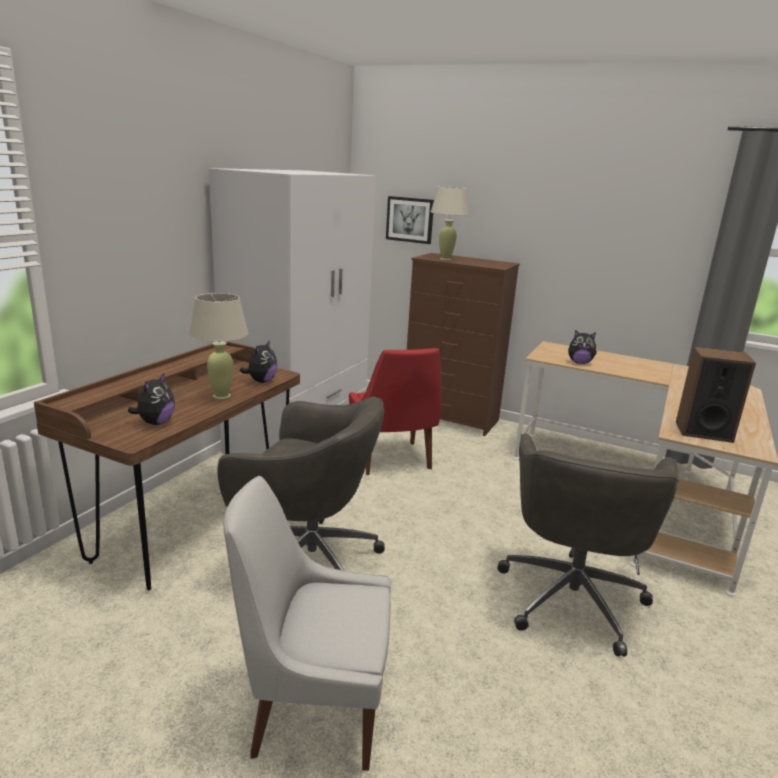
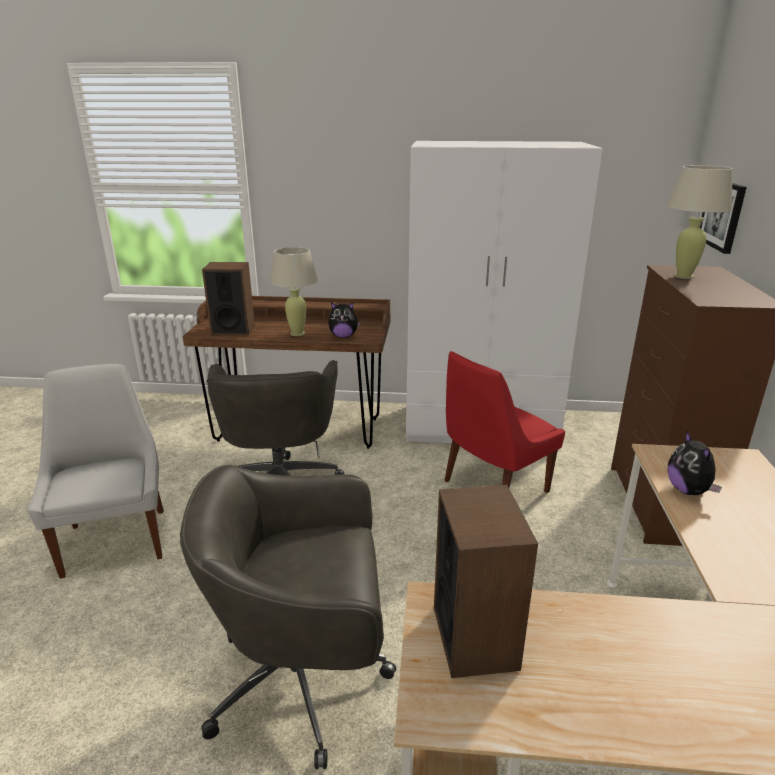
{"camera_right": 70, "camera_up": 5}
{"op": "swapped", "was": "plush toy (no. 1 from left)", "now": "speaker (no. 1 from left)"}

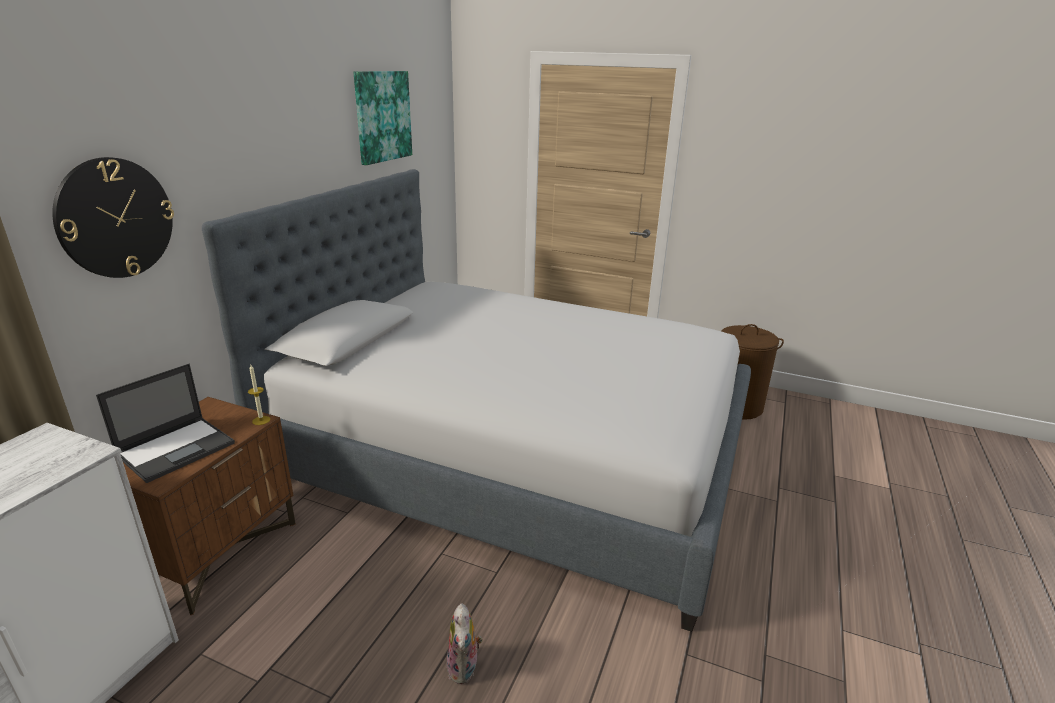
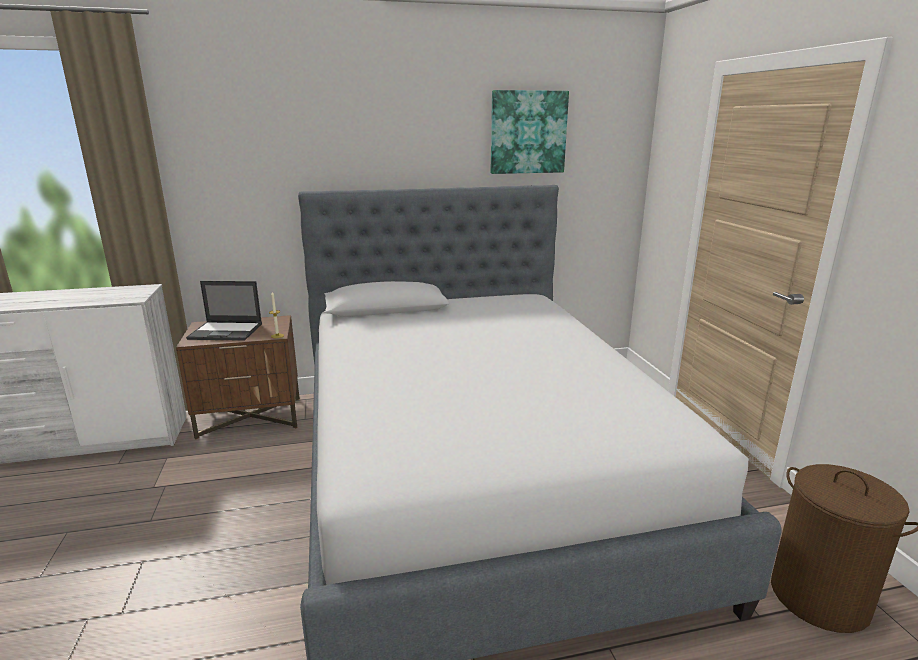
{"camera_right": 55, "camera_up": -5}
{"op": "gone", "was": "wall clock"}
{"op": "gone", "was": "plush toy"}

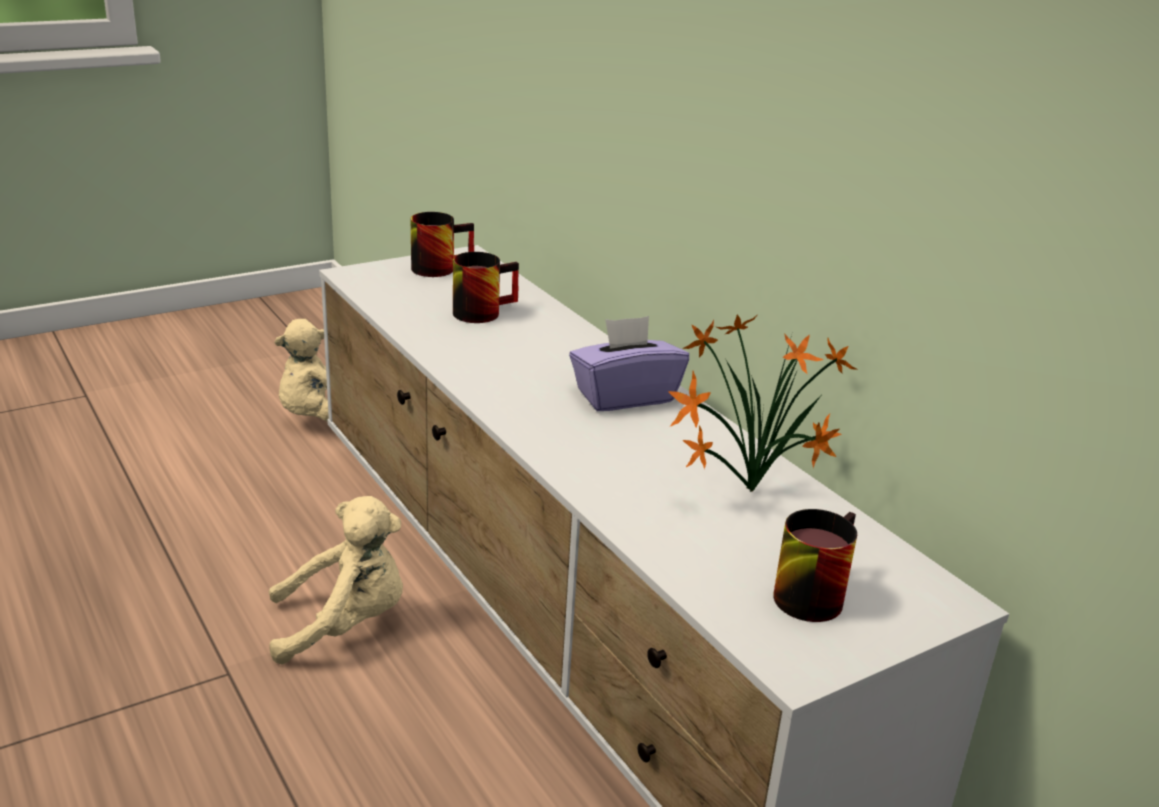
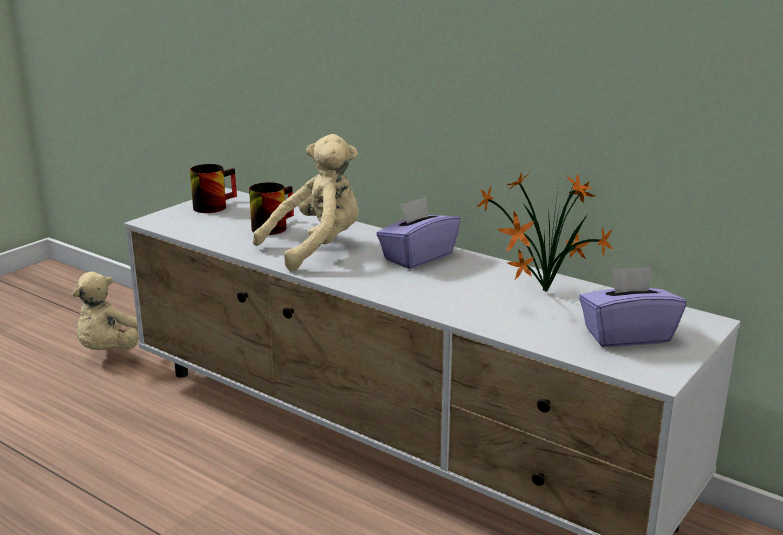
{"camera_right": -20, "camera_up": -5}
{"op": "shifted", "was": "plush toy/beige (no. 2 from left)"}
{"op": "swapped", "was": "mug (no. 3 from left)", "now": "tissue box/purple (no. 2 from left)"}

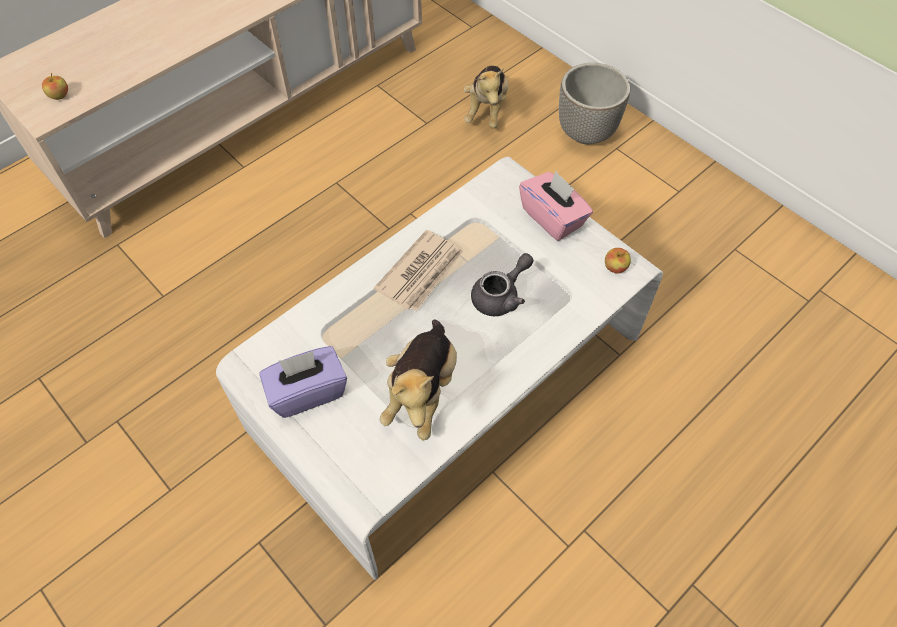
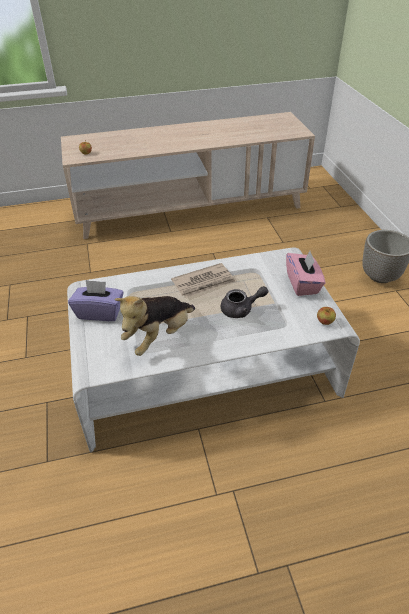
{"camera_right": 30, "camera_up": -15}
{"op": "gone", "was": "plush toy (no. 2 from left)"}

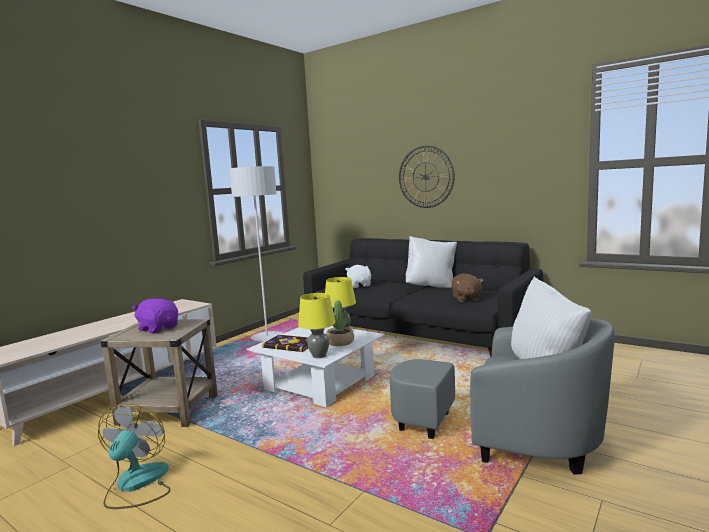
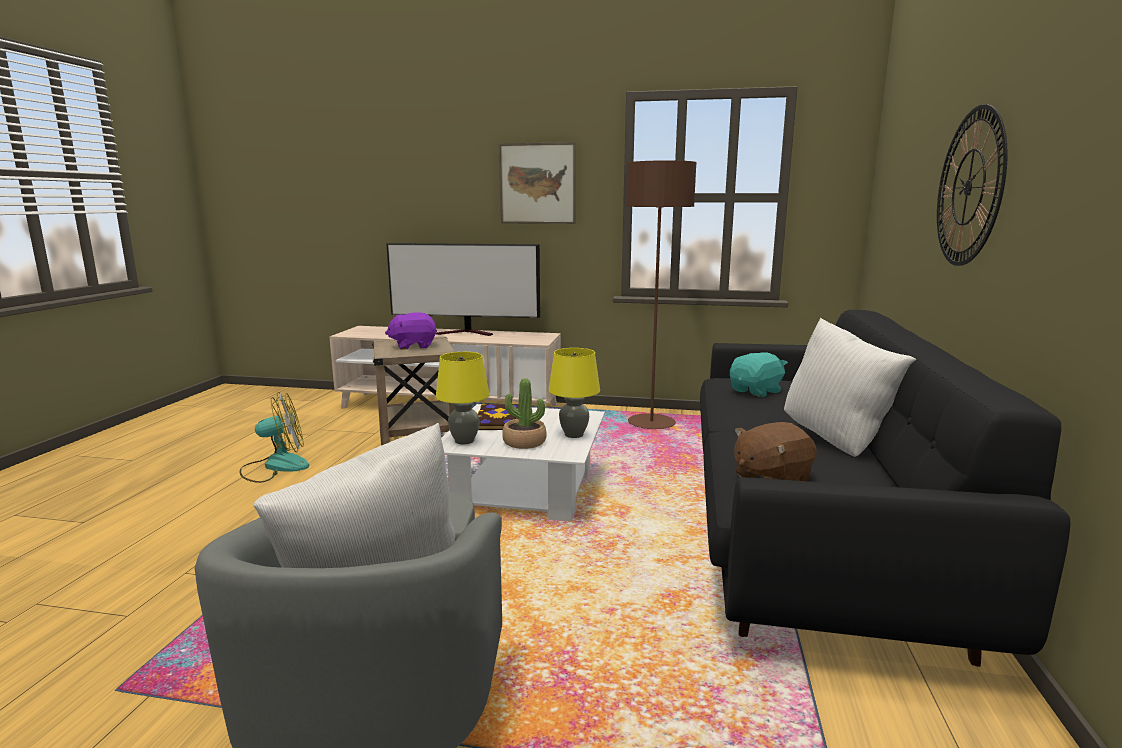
{"camera_right": 65, "camera_up": 5}
{"op": "repainted", "was": "floor lamp/grey", "now": "floor lamp/brown"}
{"op": "repainted", "was": "plush toy/white", "now": "plush toy/turquoise"}
{"op": "rotated", "was": "plush toy/purple", "clockwise": -120}
{"op": "new", "now": "picture"}
{"op": "new", "now": "television"}

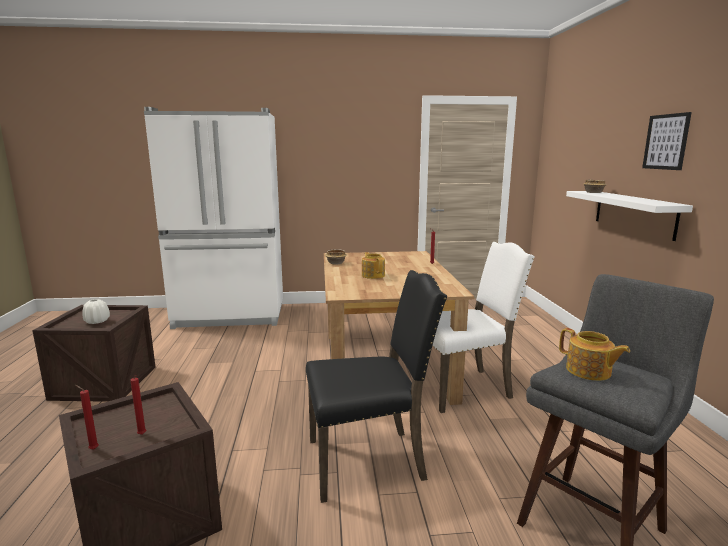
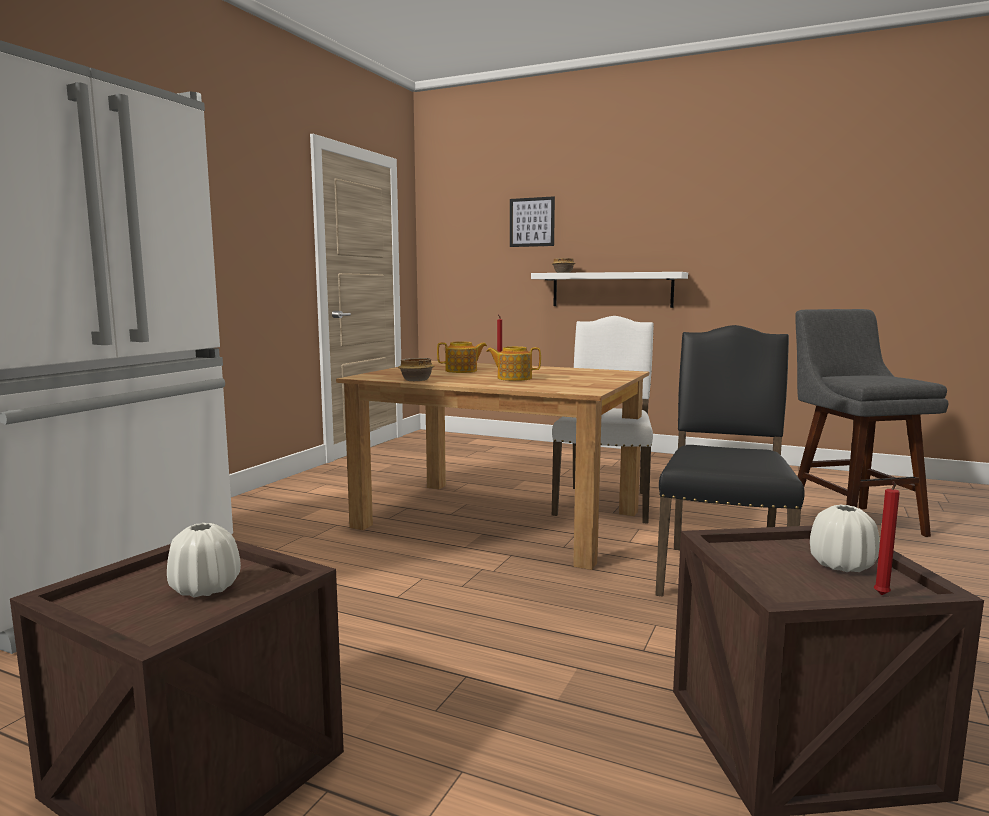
{"camera_right": -60, "camera_up": -5}
{"op": "shifted", "was": "picture"}
{"op": "shifted", "was": "teapot (no. 2 from left in the first image)", "now": "teapot (no. 1 from left)"}
{"op": "swapped", "was": "candle/red (no. 2 from left)", "now": "vase/white (no. 2 from left)"}

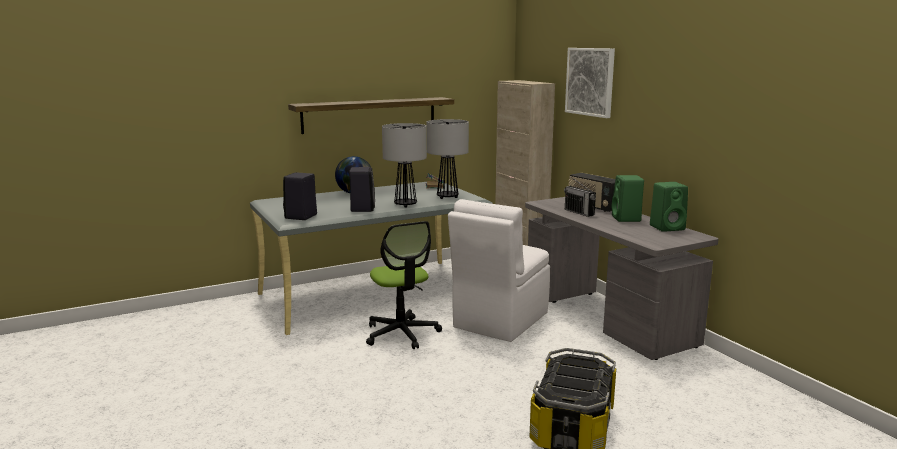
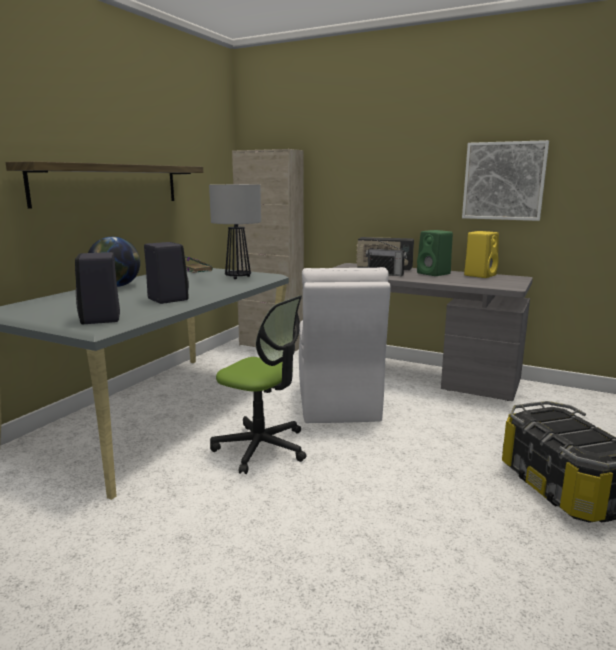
{"camera_right": -35, "camera_up": 0}
{"op": "shifted", "was": "picture"}
{"op": "gone", "was": "table lamp (no. 1 from left)"}
{"op": "repainted", "was": "speaker/green (no. 2 from left)", "now": "speaker/yellow"}

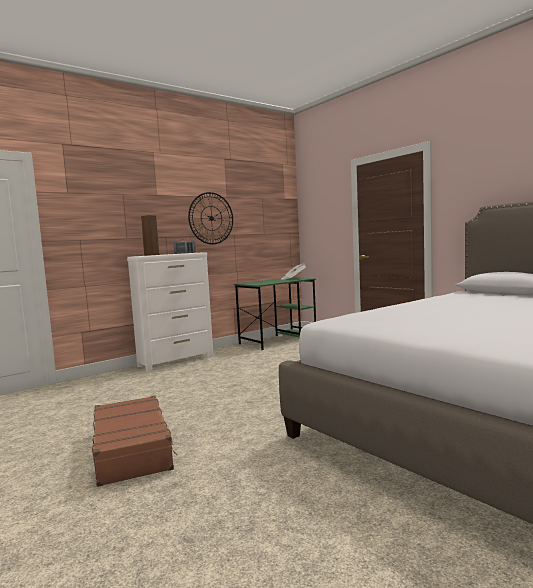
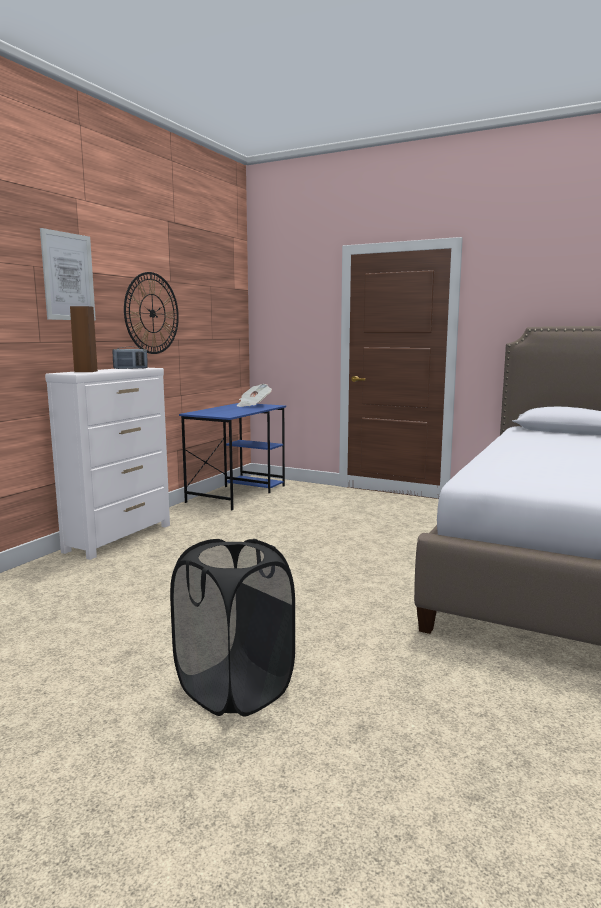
{"camera_right": -25, "camera_up": 5}
{"op": "repainted", "was": "desk/green", "now": "desk/blue"}
{"op": "swapped", "was": "suitcase/brown", "now": "laundry basket/black"}
{"op": "new", "now": "picture"}

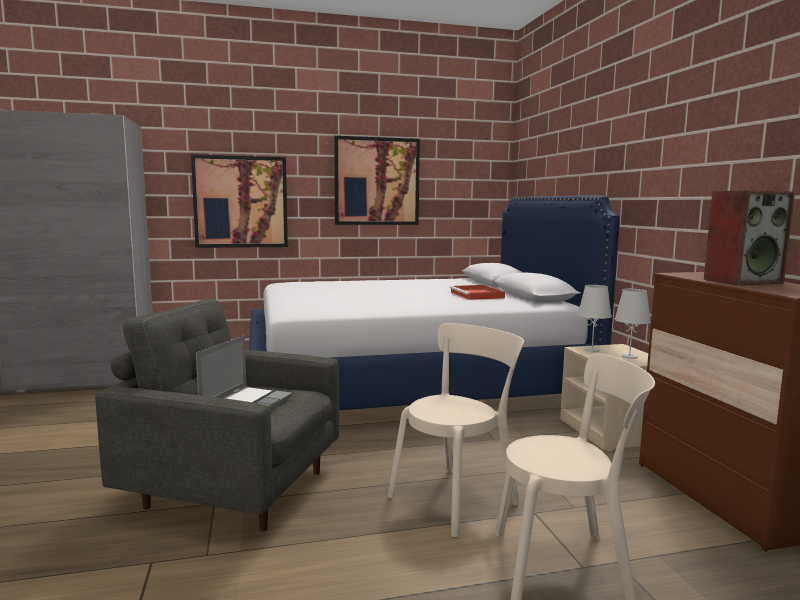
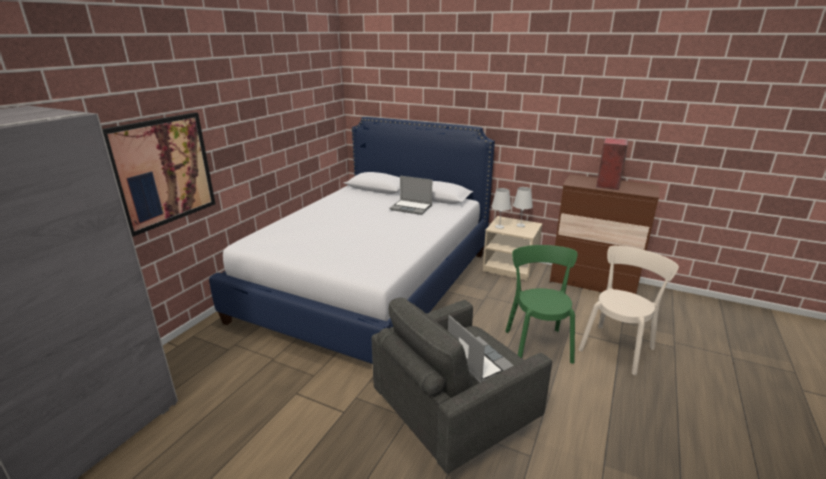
{"camera_right": -50, "camera_up": 15}
{"op": "gone", "was": "picture (no. 2 from left)"}
{"op": "swapped", "was": "tray/red", "now": "laptop (no. 1 from left)"}
{"op": "repainted", "was": "chair/beige (no. 1 from left)", "now": "chair/green"}

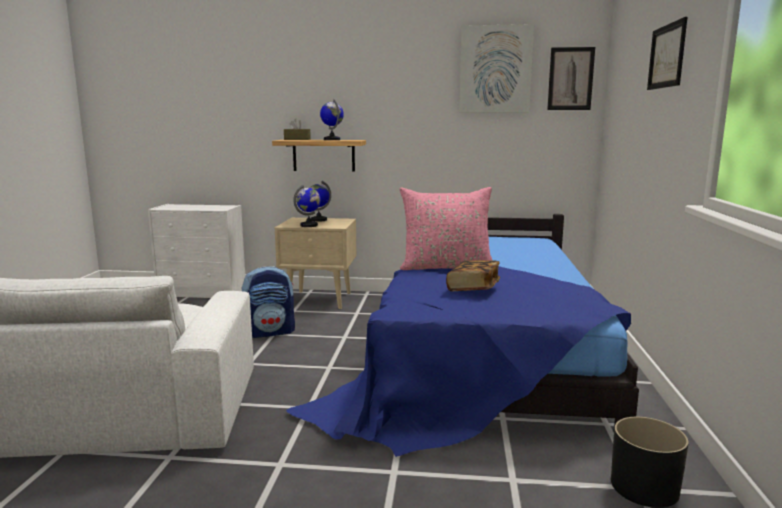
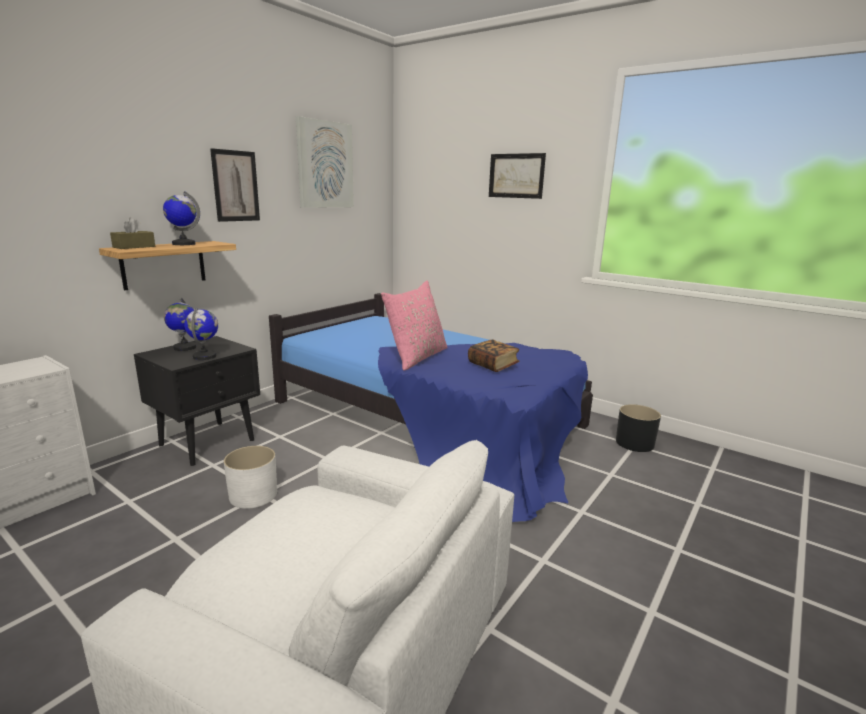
{"camera_right": -60, "camera_up": 5}
{"op": "shifted", "was": "picture (no. 2 from left in the first image)", "now": "picture (no. 1 from left)"}
{"op": "repainted", "was": "nightstand/beige", "now": "nightstand/black"}
{"op": "swapped", "was": "backpack", "now": "planter/white"}

